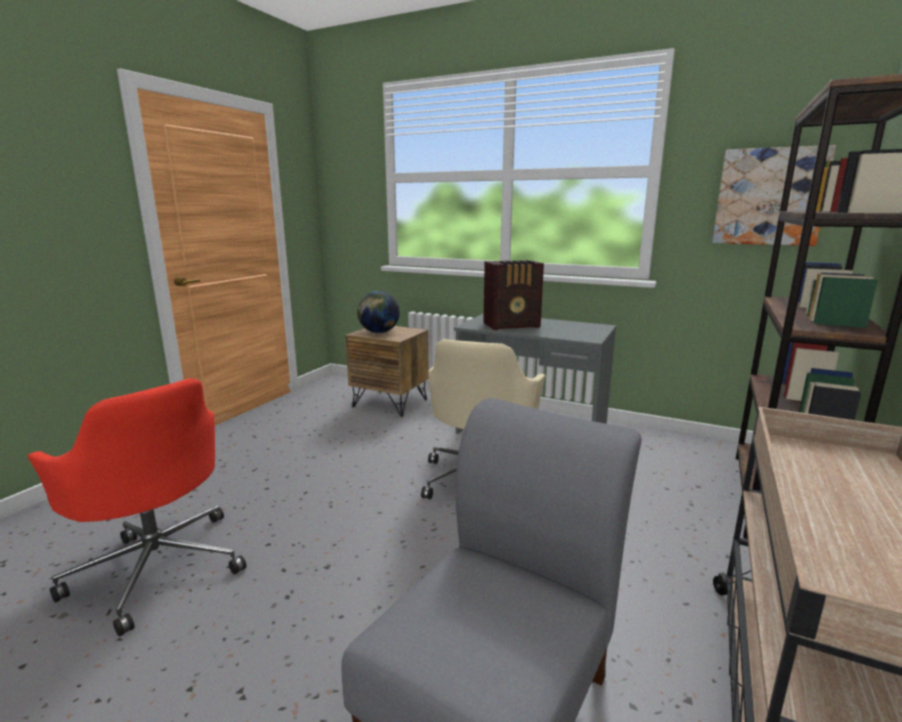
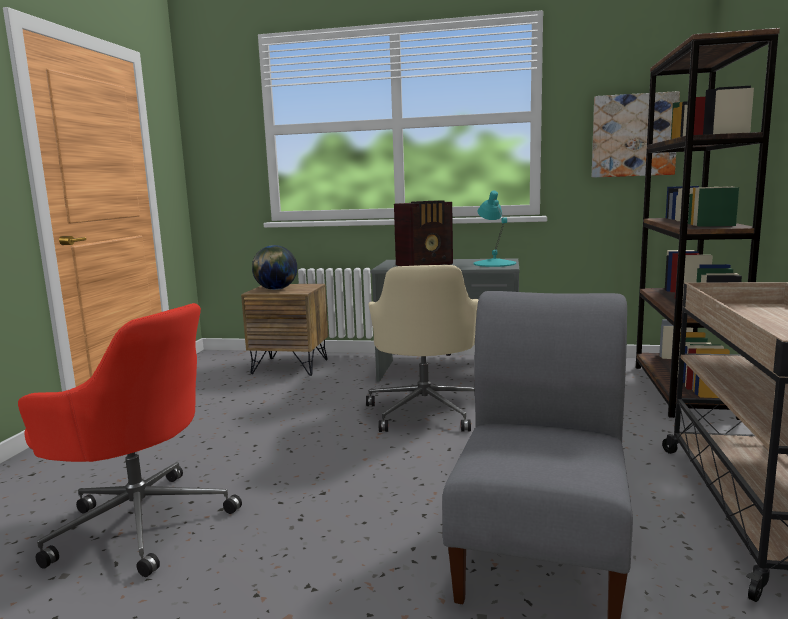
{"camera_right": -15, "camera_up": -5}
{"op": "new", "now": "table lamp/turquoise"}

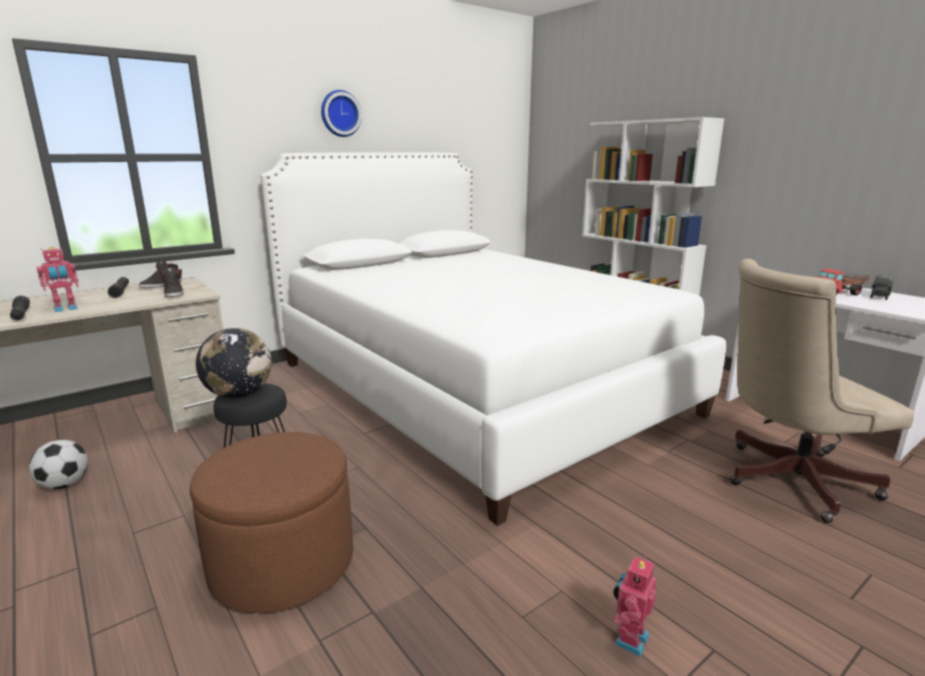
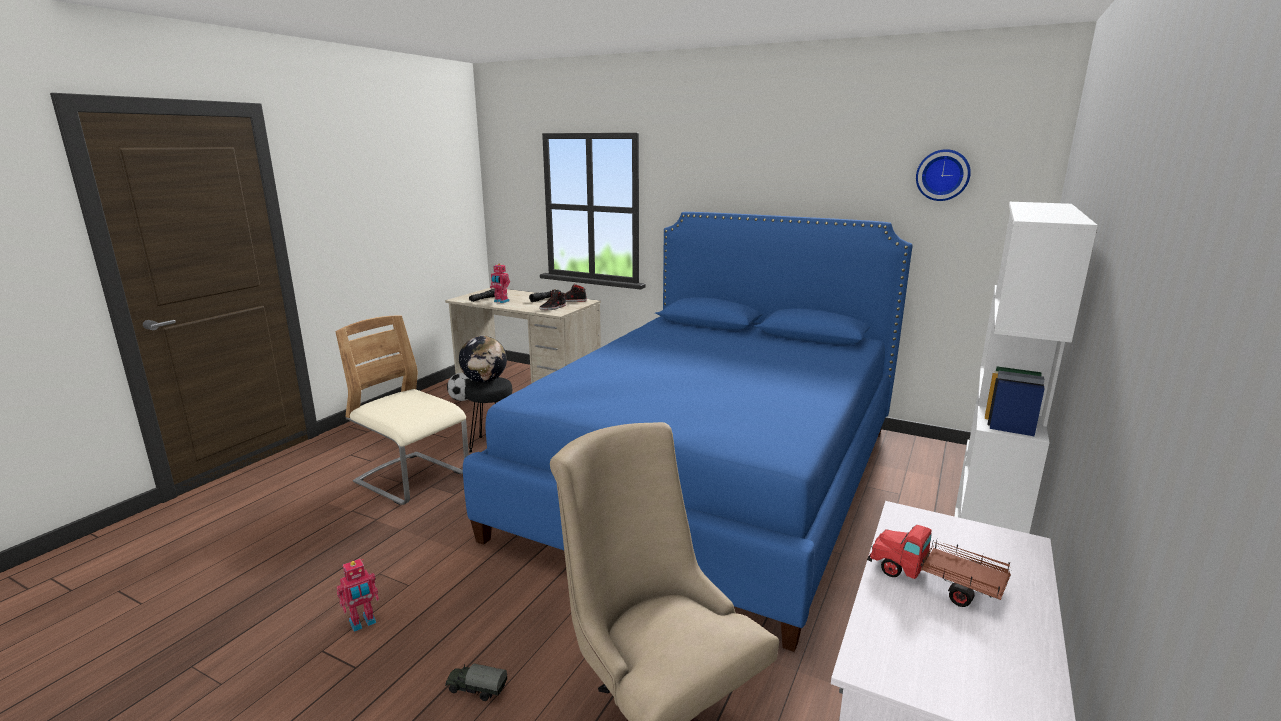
{"camera_right": 65, "camera_up": 0}
{"op": "shifted", "was": "wall clock"}
{"op": "repainted", "was": "bed/white", "now": "bed/blue"}
{"op": "shifted", "was": "toy truck (no. 2 from left in the first image)", "now": "toy truck (no. 1 from left)"}
{"op": "swapped", "was": "ottoman/brown", "now": "chair/beige"}
{"op": "rotated", "was": "toy robot (no. 2 from left in the first image)", "clockwise": 135}

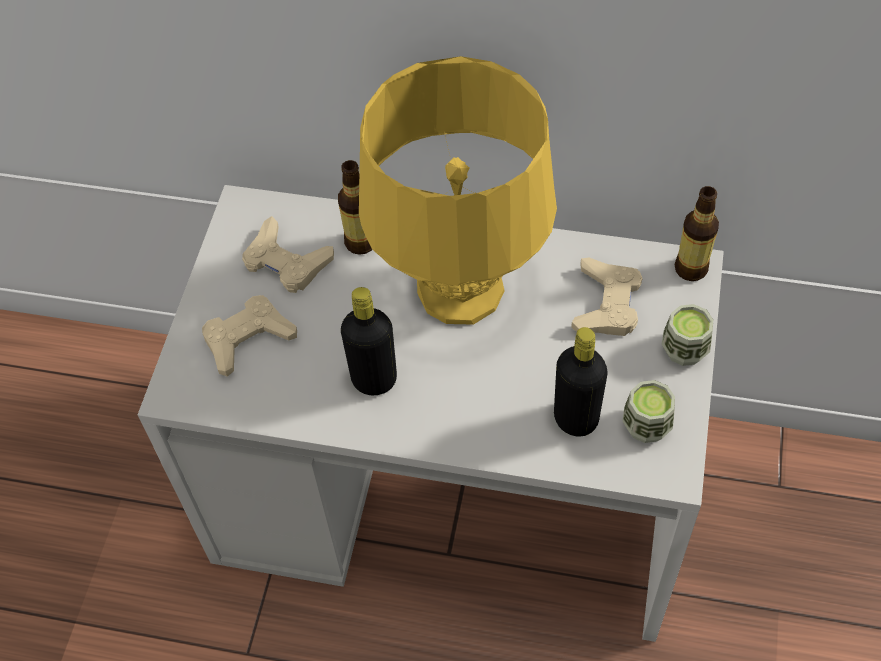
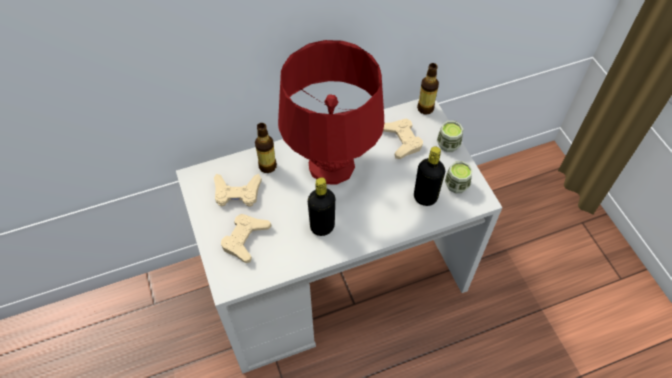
{"camera_right": -35, "camera_up": 0}
{"op": "repainted", "was": "table lamp/yellow", "now": "table lamp/red"}

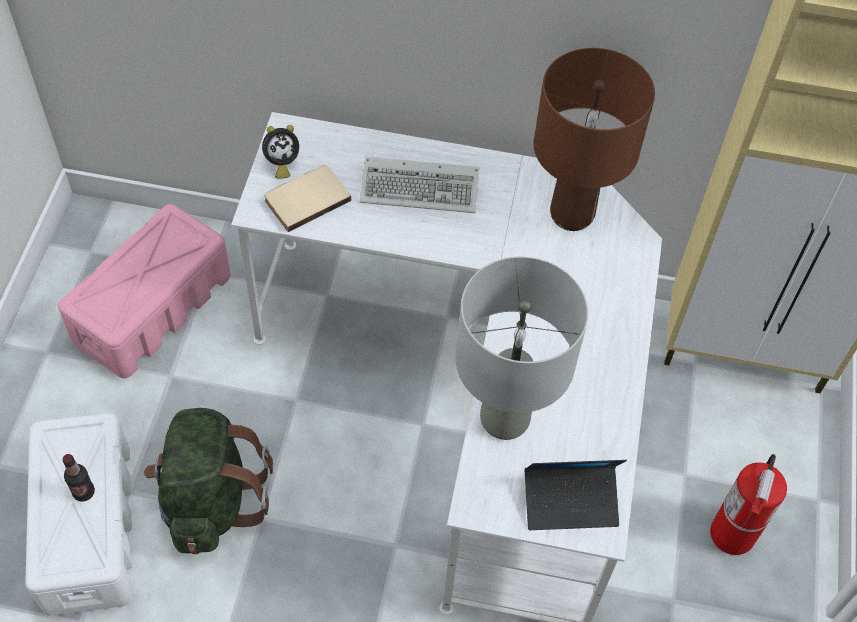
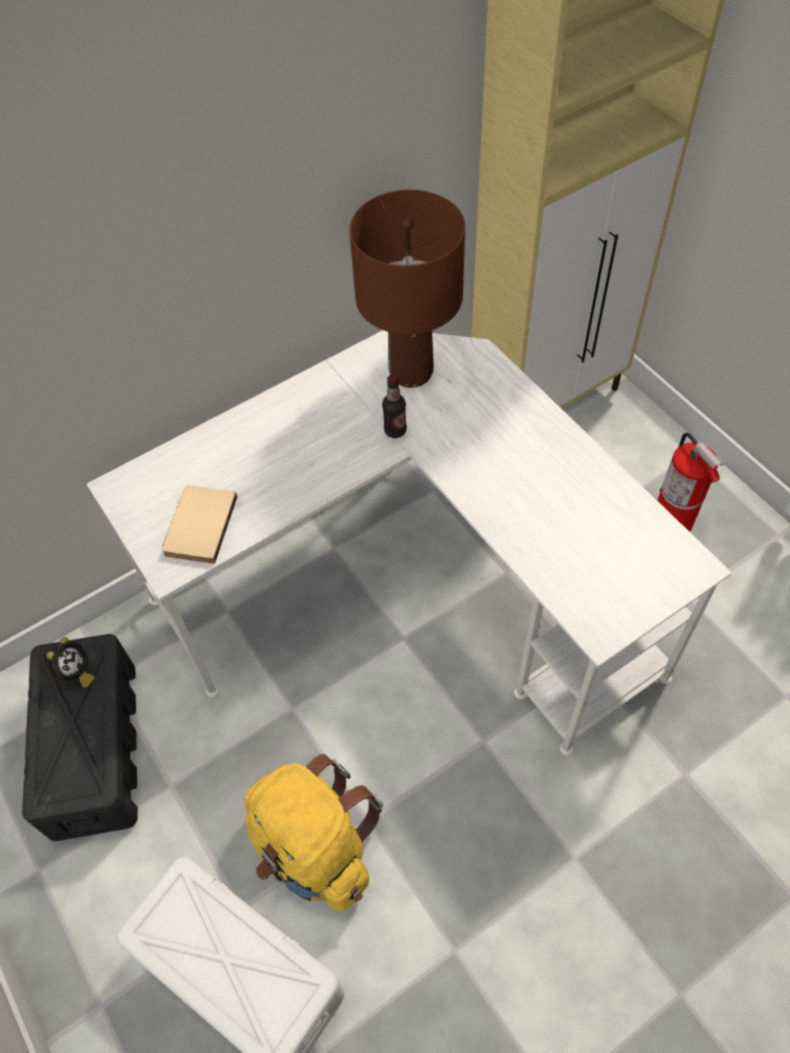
{"camera_right": -40, "camera_up": 0}
{"op": "shifted", "was": "alarm clock"}
{"op": "gone", "was": "keyboard"}
{"op": "repainted", "was": "storage box/pink", "now": "storage box/black"}
{"op": "gone", "was": "table lamp/grey"}
{"op": "repainted", "was": "backpack/green", "now": "backpack/yellow"}
{"op": "shifted", "was": "bottle"}
{"op": "gone", "was": "laptop"}

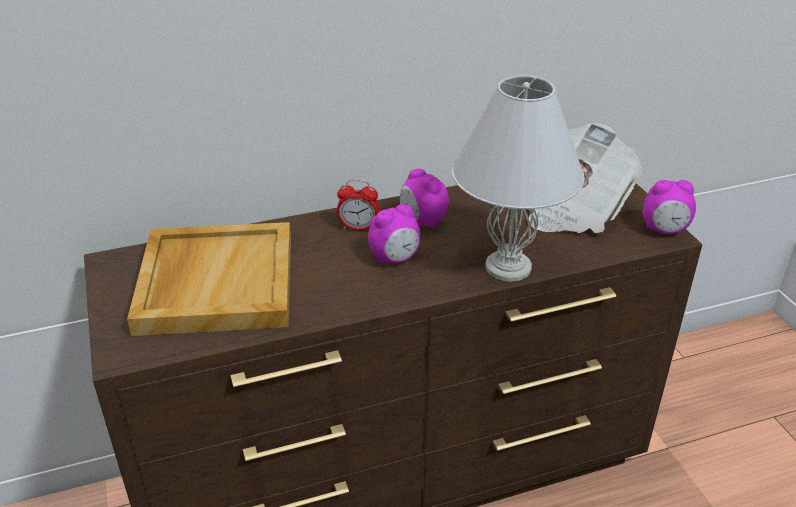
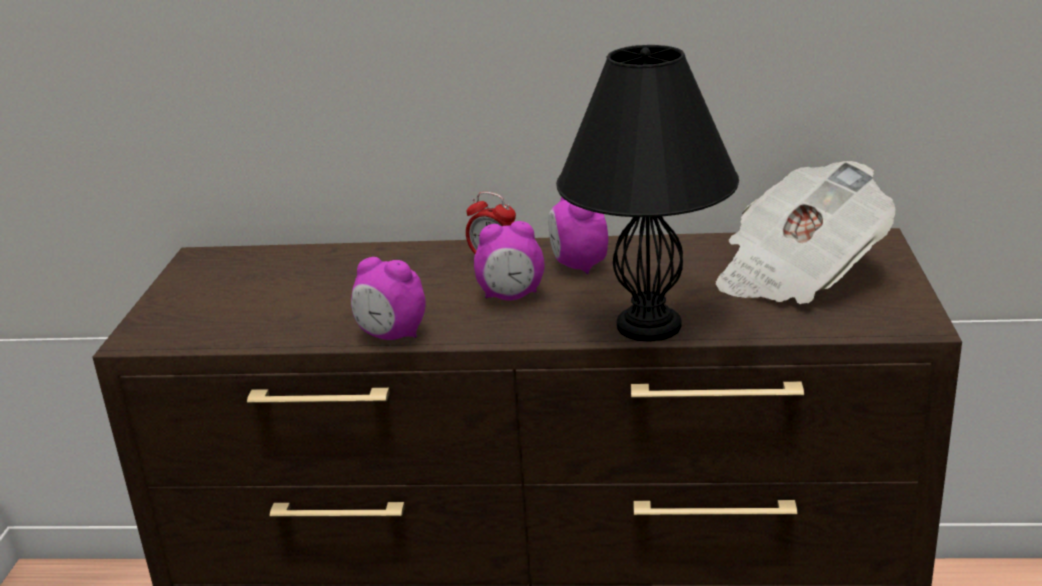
{"camera_right": 25, "camera_up": -10}
{"op": "repainted", "was": "table lamp/white", "now": "table lamp/black"}
{"op": "shifted", "was": "alarm clock (no. 4 from left in the first image)", "now": "alarm clock (no. 1 from left)"}
{"op": "gone", "was": "tray/beige"}

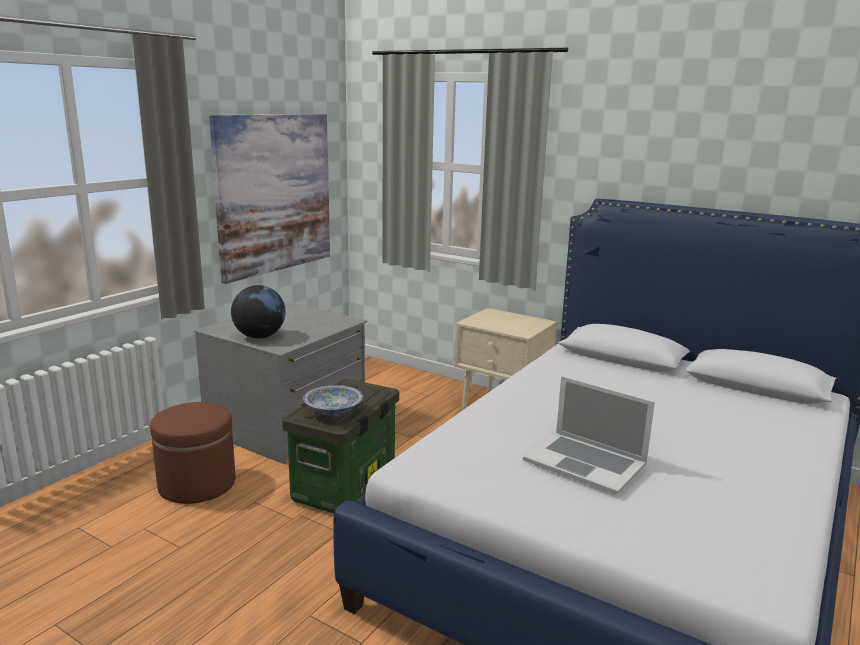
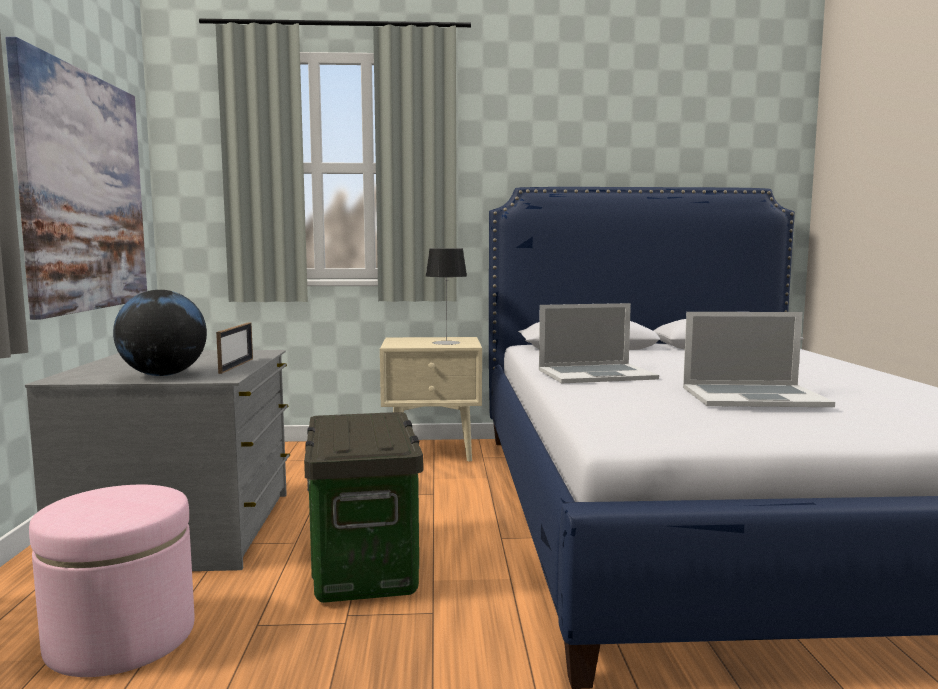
{"camera_right": -35, "camera_up": -10}
{"op": "gone", "was": "bowl"}
{"op": "repainted", "was": "ottoman/brown", "now": "ottoman/pink"}
{"op": "new", "now": "table lamp"}
{"op": "new", "now": "laptop (no. 1 from left)"}
{"op": "new", "now": "picture frame"}

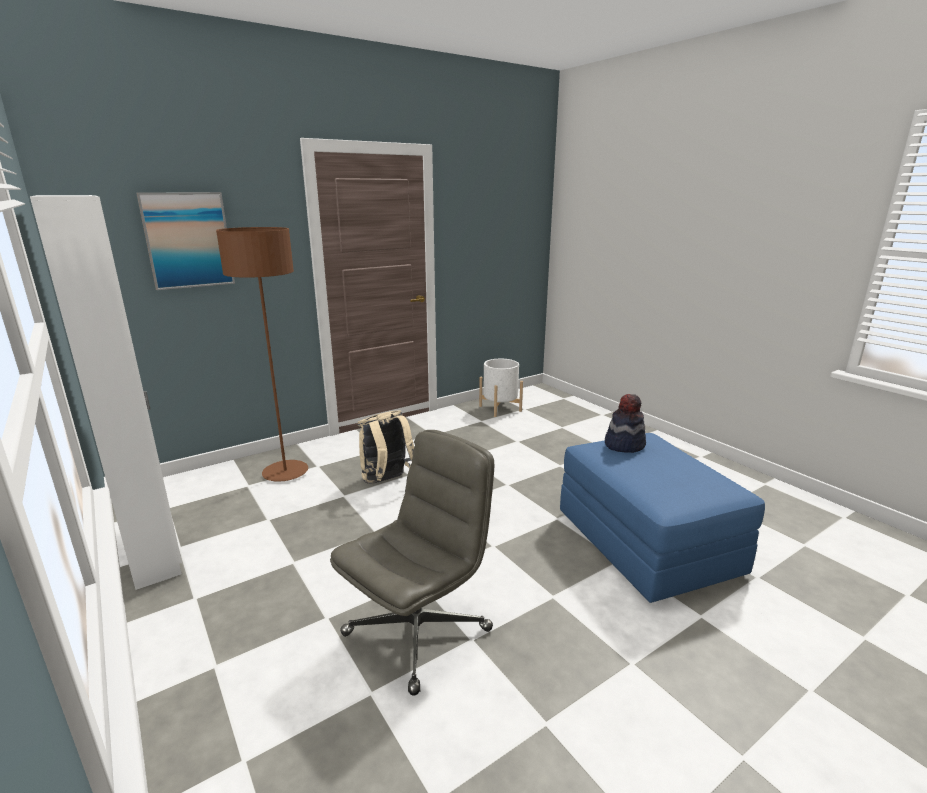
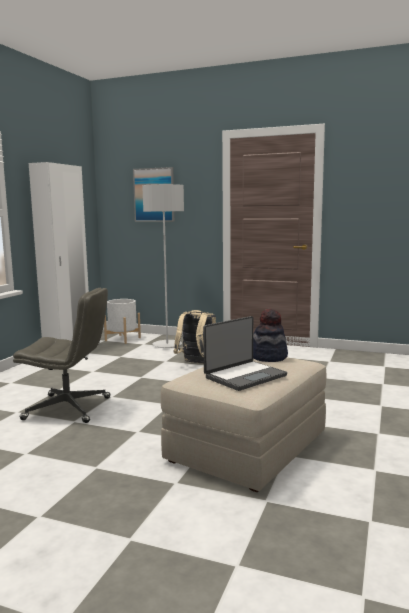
{"camera_right": 55, "camera_up": -10}
{"op": "repainted", "was": "floor lamp/brown", "now": "floor lamp/grey"}
{"op": "shifted", "was": "planter/white"}
{"op": "repainted", "was": "ottoman/blue", "now": "ottoman/beige"}
{"op": "new", "now": "laptop"}

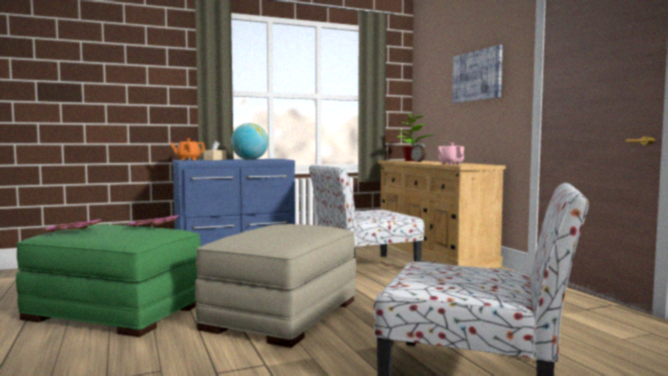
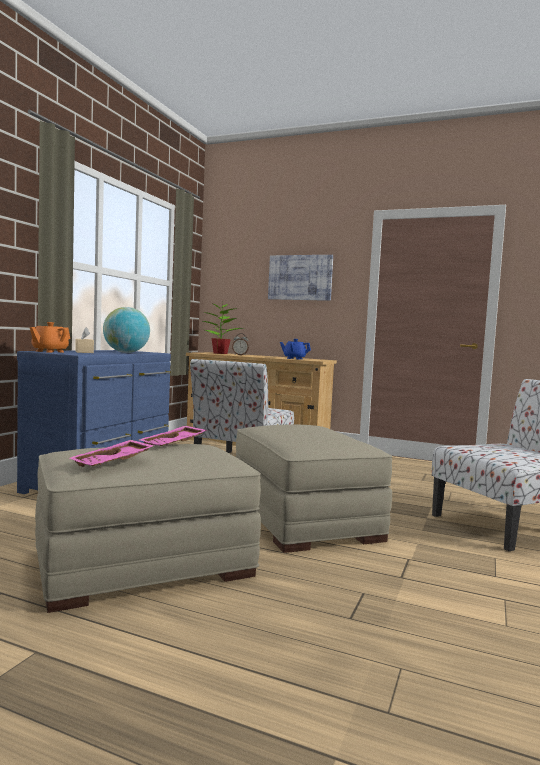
{"camera_right": -45, "camera_up": 0}
{"op": "repainted", "was": "teapot/pink", "now": "teapot/blue"}
{"op": "repainted", "was": "ottoman/green", "now": "ottoman/beige (no. 1 from left)"}

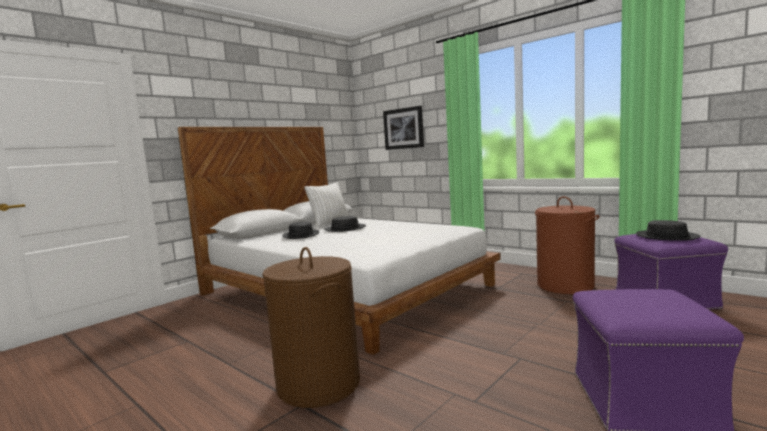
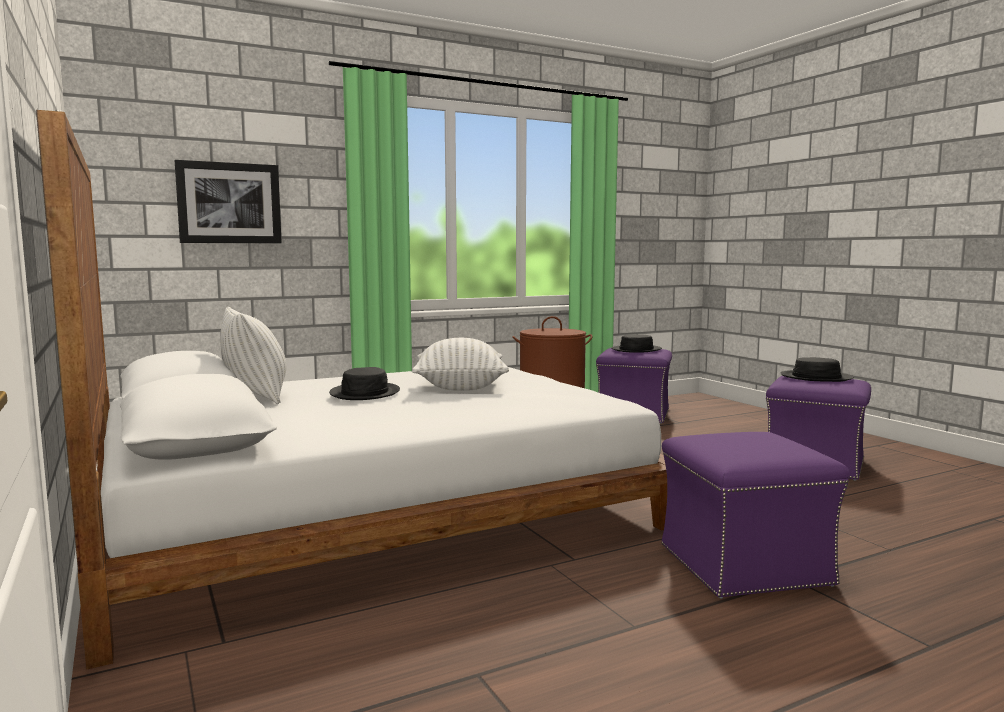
{"camera_right": -70, "camera_up": 0}
{"op": "shifted", "was": "hat/black (no. 1 from left in the first image)", "now": "hat/black (no. 3 from left)"}
{"op": "swapped", "was": "laundry basket/brown (no. 1 from left)", "now": "ottoman/purple (no. 2 from left)"}
{"op": "new", "now": "pillow/white (no. 2 from left)"}

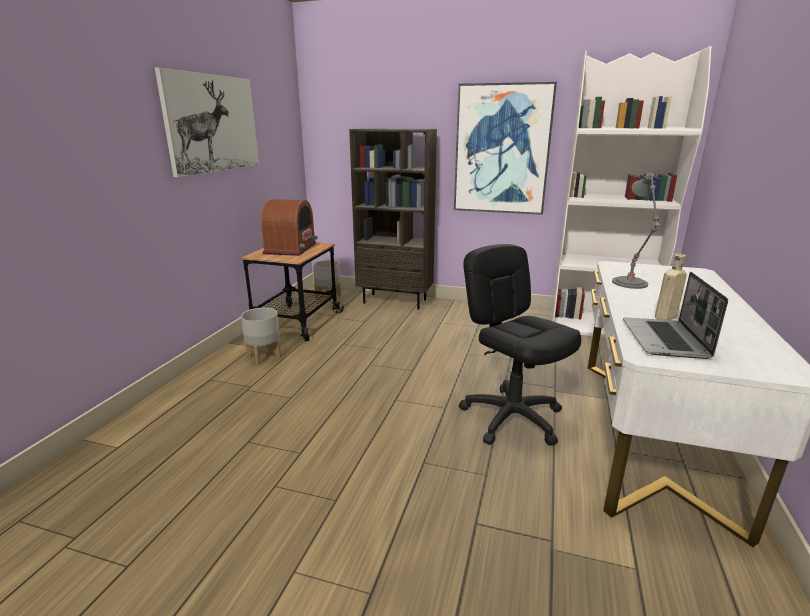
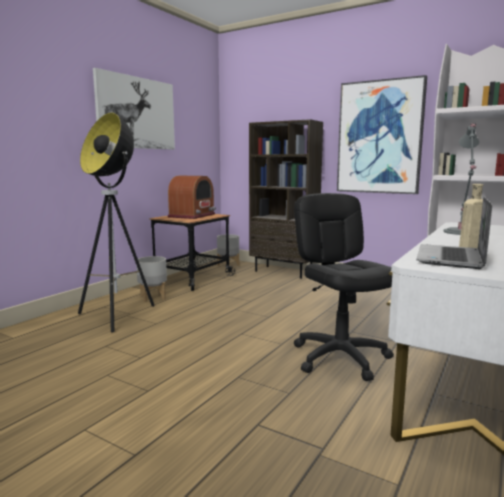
{"camera_right": 15, "camera_up": -10}
{"op": "new", "now": "floor lamp"}

